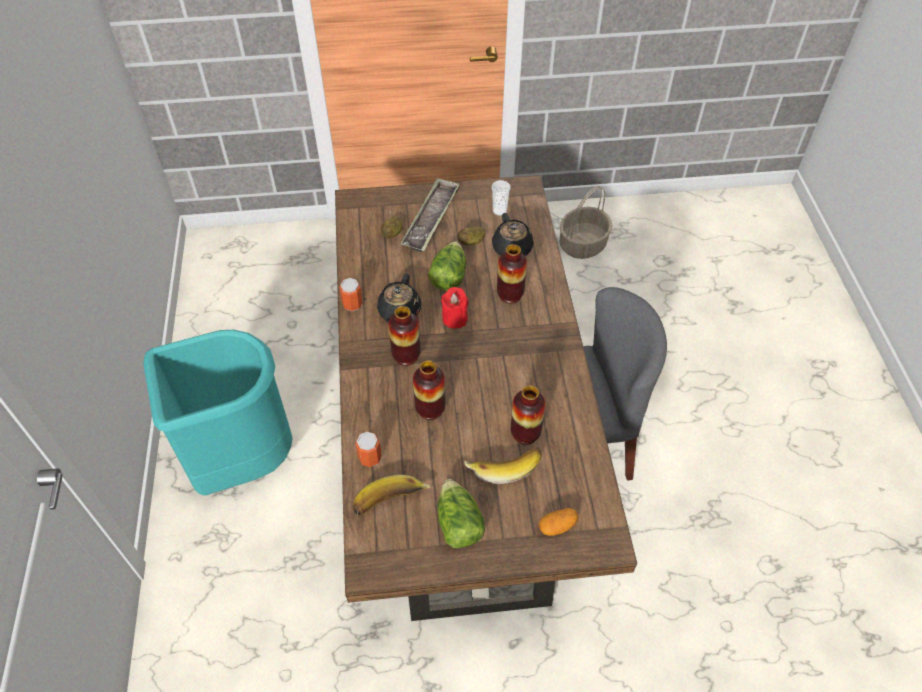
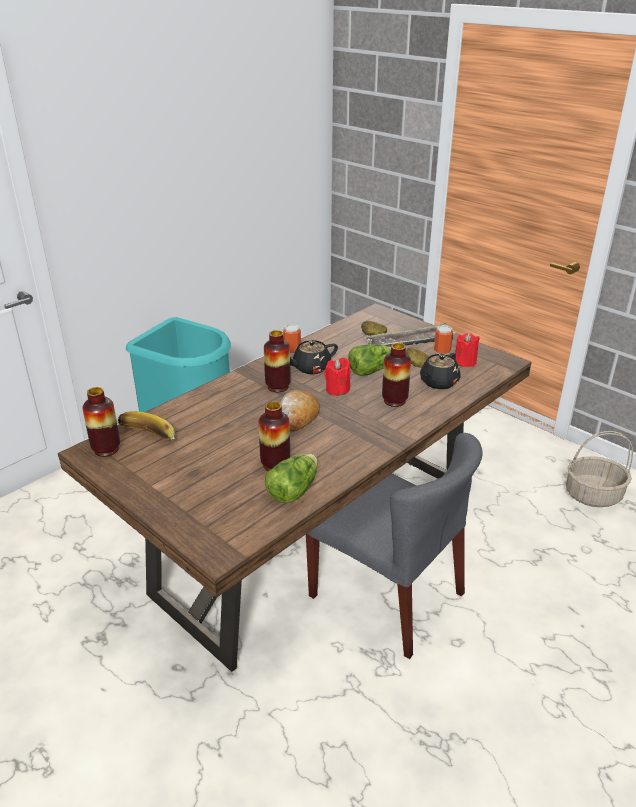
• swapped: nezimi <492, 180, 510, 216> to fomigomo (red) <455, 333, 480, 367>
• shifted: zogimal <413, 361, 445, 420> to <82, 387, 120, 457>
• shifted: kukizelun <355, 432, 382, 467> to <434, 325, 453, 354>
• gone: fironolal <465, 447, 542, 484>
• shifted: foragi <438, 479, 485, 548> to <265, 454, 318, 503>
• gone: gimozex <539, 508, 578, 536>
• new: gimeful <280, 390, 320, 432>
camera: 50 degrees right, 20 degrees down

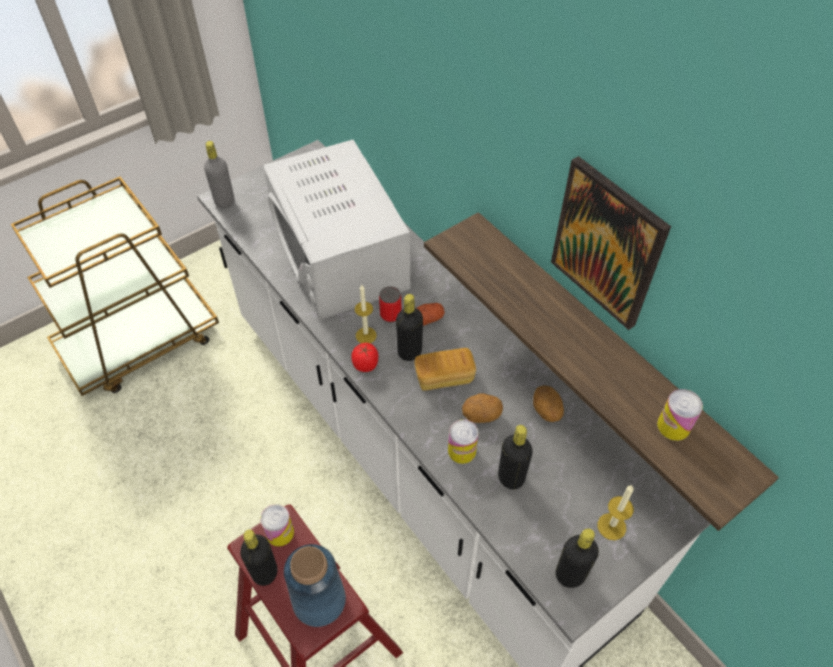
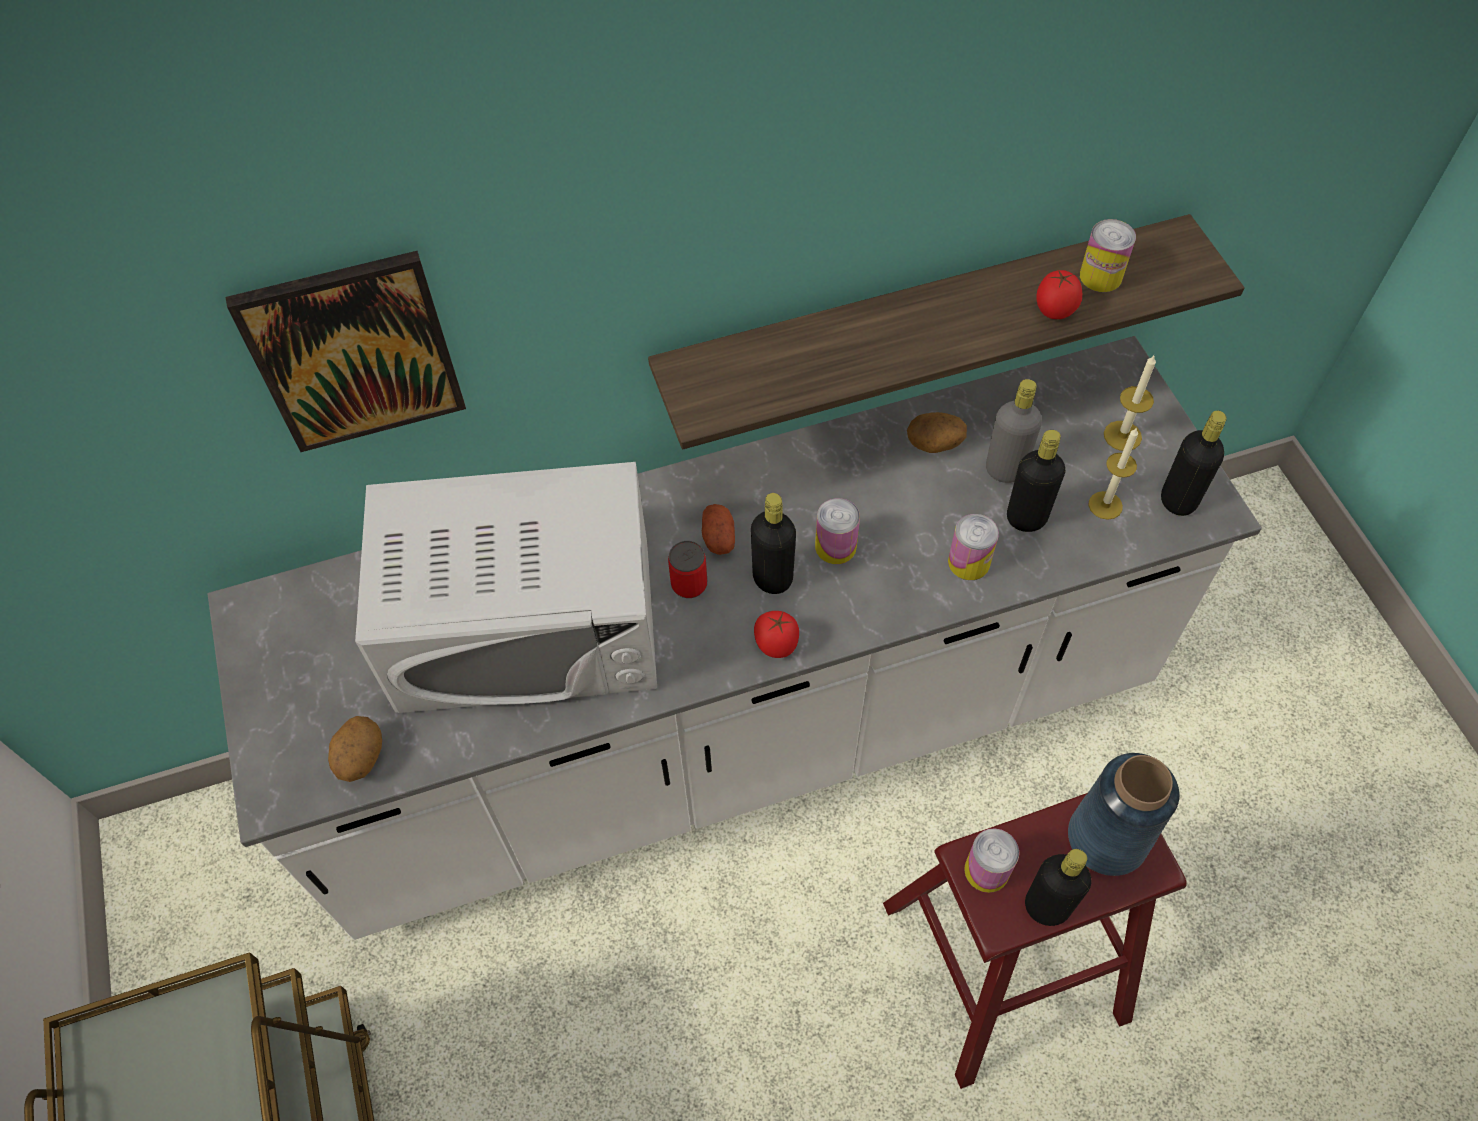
• shifted: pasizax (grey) <204, 141, 234, 208> to <986, 379, 1042, 483>
• shifted: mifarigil <551, 156, 671, 330> to <226, 251, 466, 452>
• shifted: fomigomo <355, 285, 377, 343> to <1088, 427, 1138, 520>
• swapped: gimeful <415, 348, 476, 391> to kukizelun <815, 498, 860, 564>
• shifted: gimozex <462, 393, 503, 423> to <328, 716, 382, 782>
• new: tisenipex <1036, 270, 1082, 319>
camera: 70 degrees left, 5 degrees up

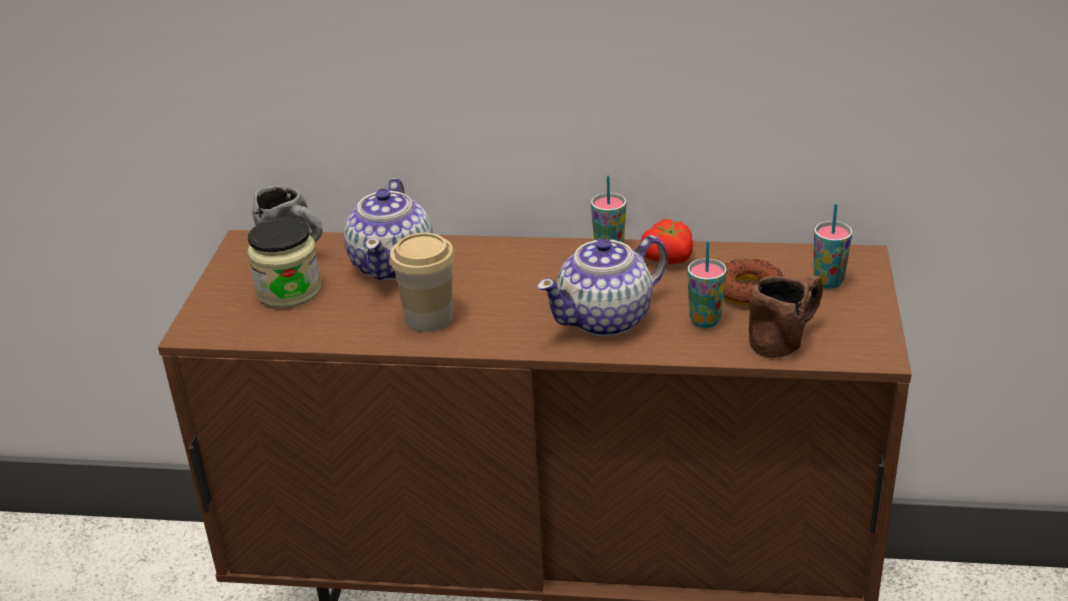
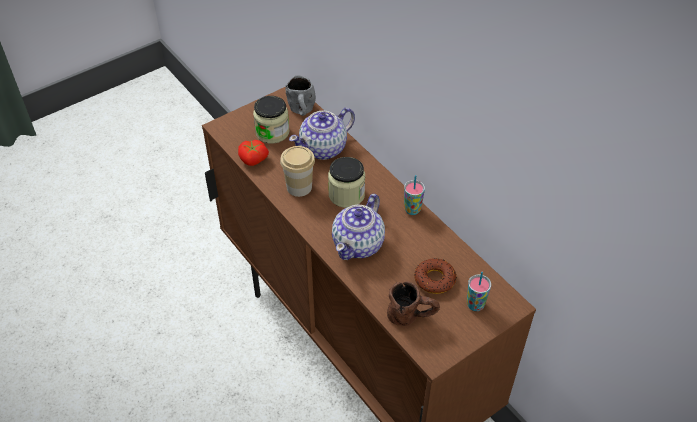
• shifted: tisenipex <641, 219, 693, 264> to <238, 140, 269, 166>
• rotated: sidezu <537, 235, 668, 337> = <332, 194, 385, 260> 75 degrees counterclockwise
• gone: nezimi <687, 241, 727, 328>
• new: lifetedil <328, 157, 365, 208>
camera: 45 degrees right, 15 degrees up

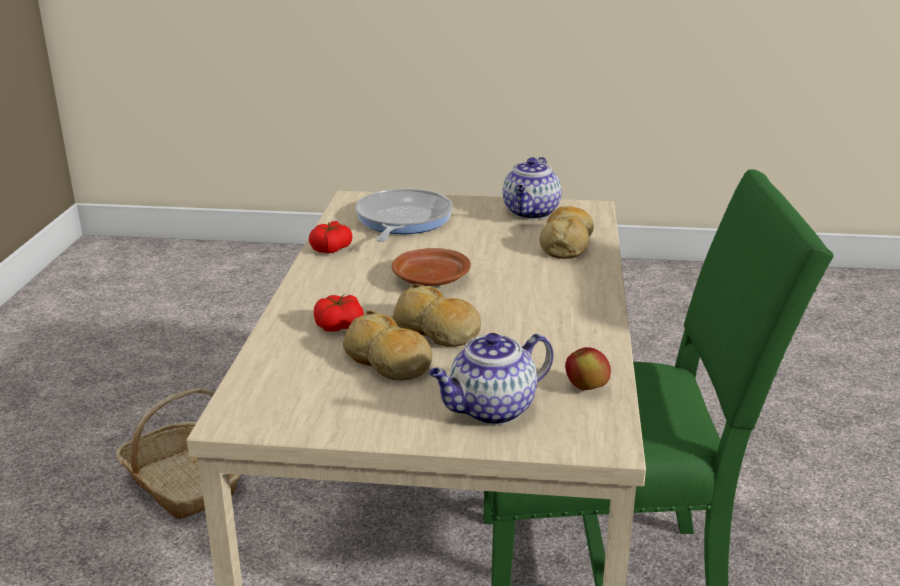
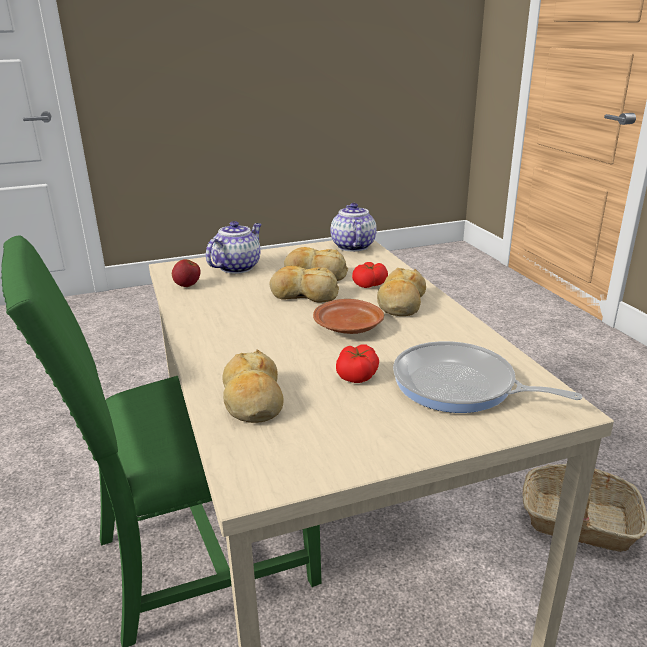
• shifted: sidezu <503, 157, 561, 219> to <330, 203, 377, 251>
• rotated: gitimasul <355, 188, 453, 242> = <393, 341, 583, 413> 135 degrees clockwise
• shifted: tisenipex <309, 221, 352, 254> to <336, 345, 379, 383>
• new: gimeful <377, 268, 426, 316>
camera: 155 degrees right, 0 degrees up

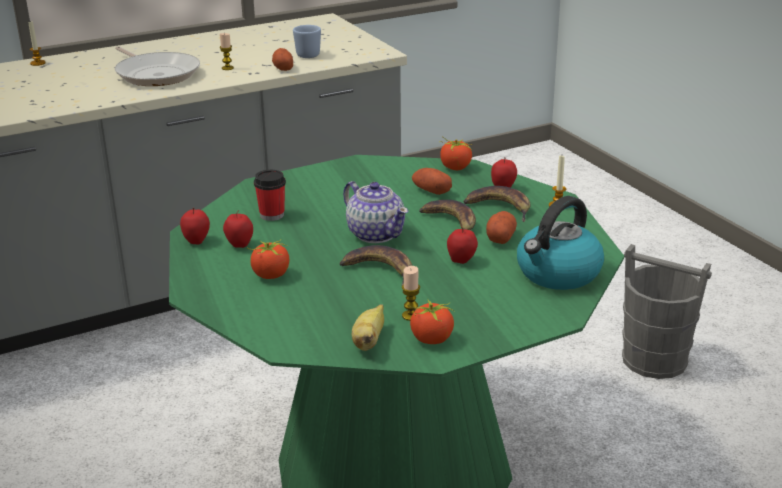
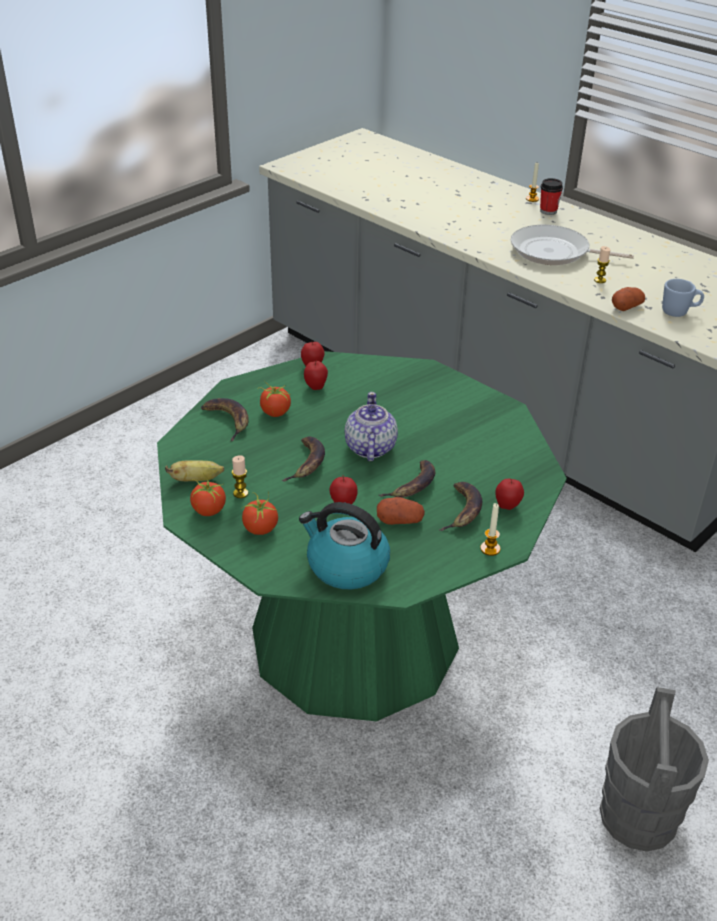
• rotated: gitimasul <115, 46, 200, 86> = <511, 225, 634, 265> 75 degrees clockwise
• shifted: tisenipex <439, 136, 473, 170> to <241, 493, 278, 535>
• gone: gimozex <412, 168, 452, 195>
• shifted: nezimi <254, 170, 286, 221> to <540, 178, 563, 215>
• rotated: sidezu <343, 181, 408, 243> = <345, 392, 398, 462> 150 degrees clockwise
• new: fironolal <201, 398, 249, 441>
camera: 70 degrees right, 10 degrees up

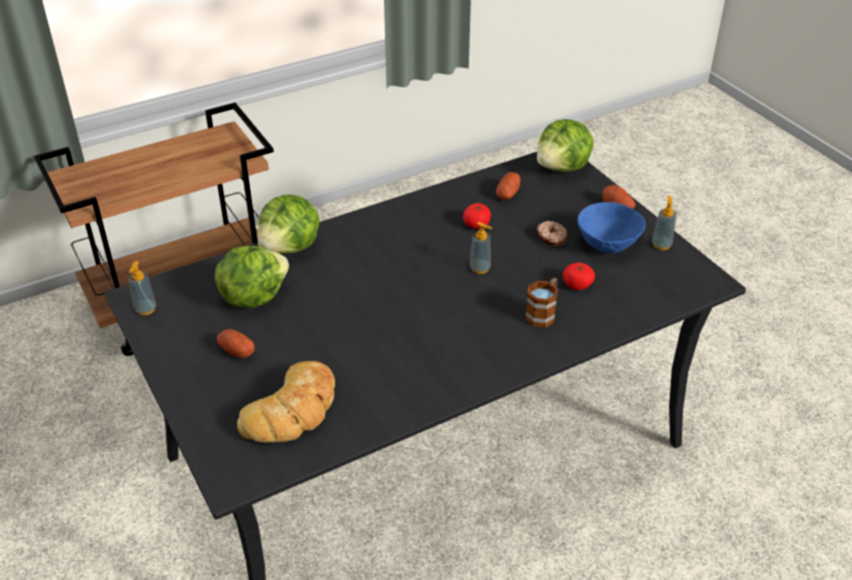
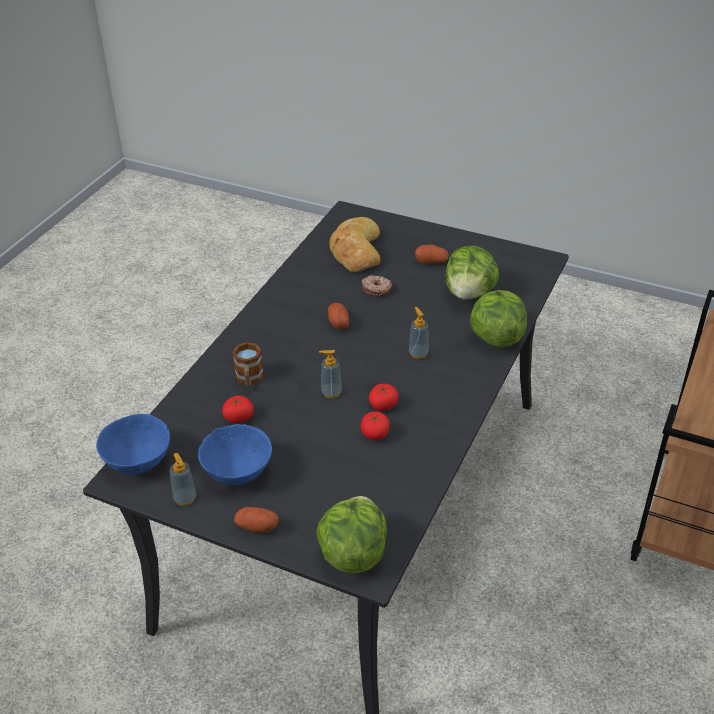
• shifted: gimozex <496, 172, 520, 200> to <328, 303, 349, 329>
• shifted: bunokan <536, 221, 567, 246> to <362, 275, 392, 296>
• shifted: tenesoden <128, 261, 156, 315> to <409, 307, 429, 359>
• new: tisenipex <369, 384, 398, 411>
• new: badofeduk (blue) <96, 414, 170, 475>
camera: 145 degrees right, 0 degrees up

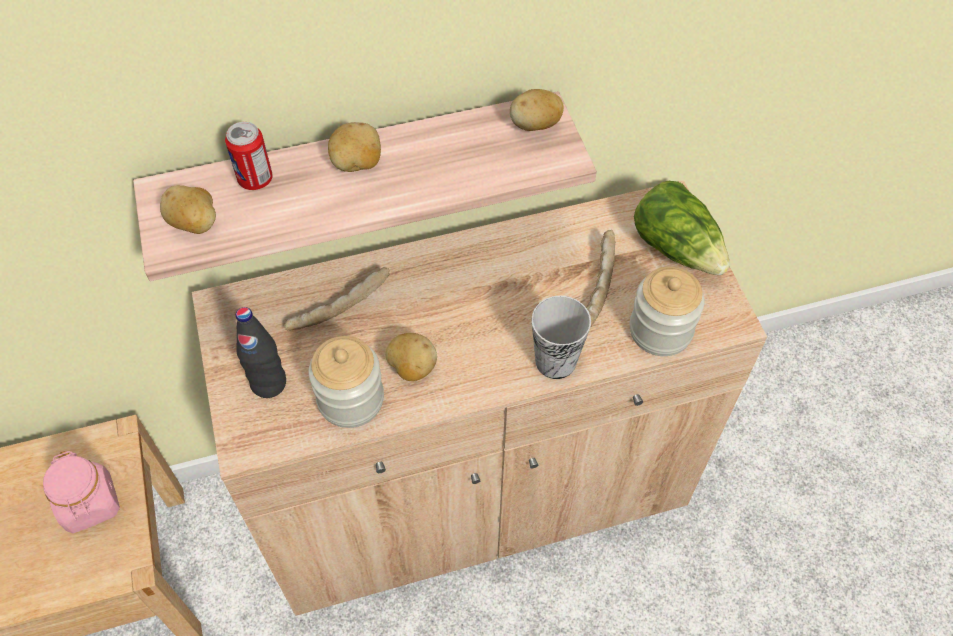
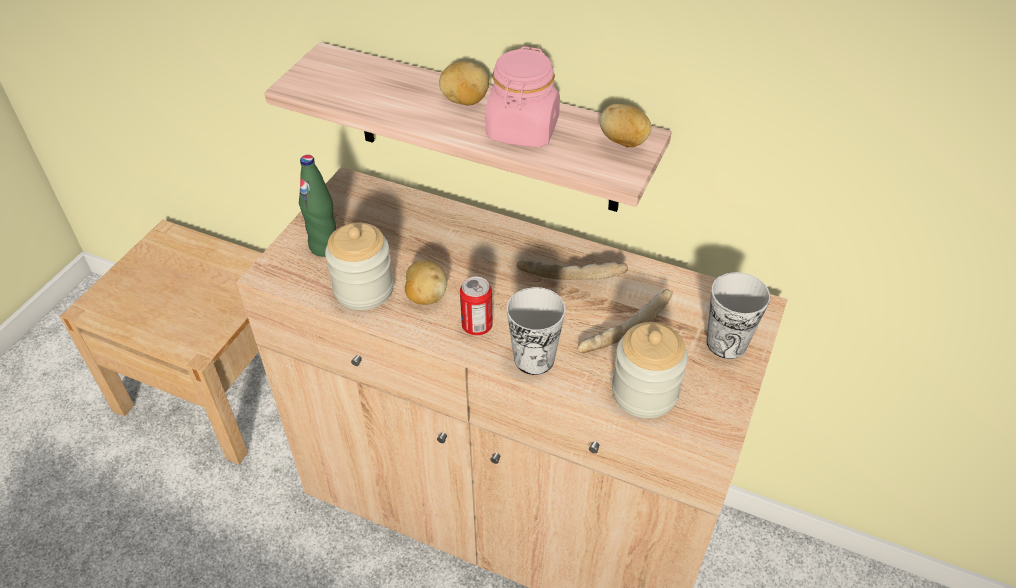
• shifted: kukizelun <225, 122, 273, 190> to <460, 276, 493, 336>
• swapped: foragi <634, 181, 730, 275> to nezimi <707, 272, 770, 359>
• gone: gimozex <160, 185, 216, 234>
• shifted: gimeful <284, 267, 390, 330> to <516, 259, 628, 280>
• repainted: pasizax (black) <236, 307, 286, 398> to pasizax (green) <299, 155, 336, 257>
• shifted: lifetedil (pink) <43, 451, 120, 533> to <485, 46, 560, 148>
camera: 40 degrees right, 10 degrees down

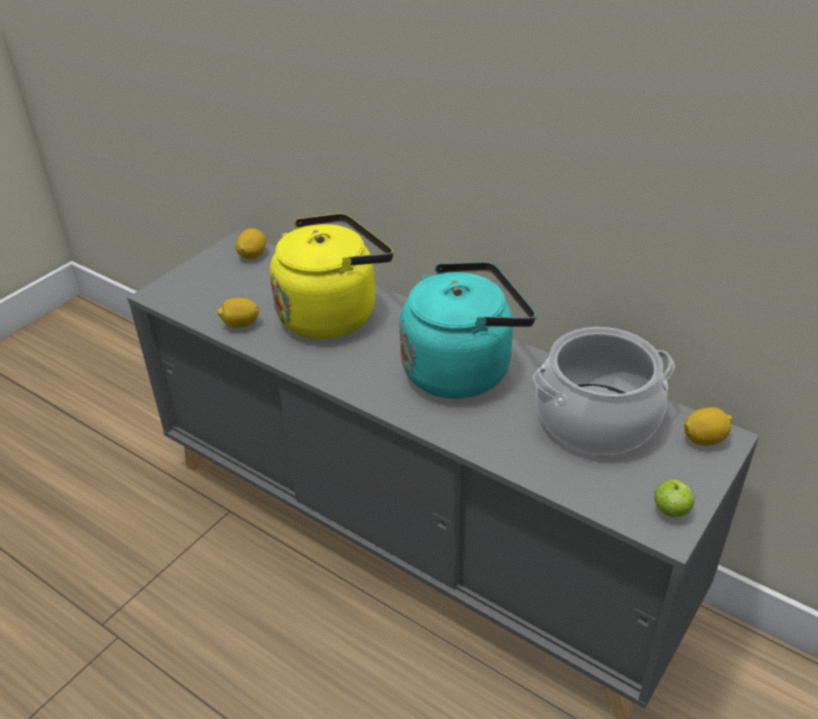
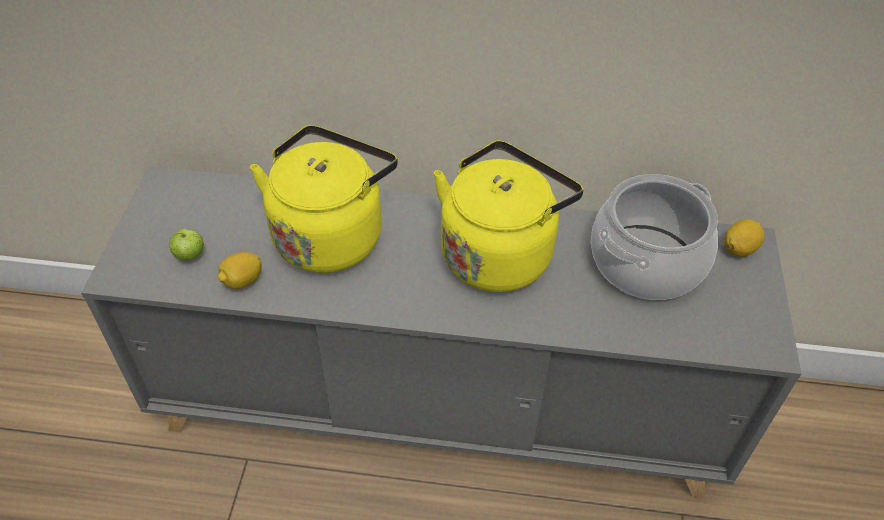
• gone: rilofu <236, 228, 266, 259>
• repainted: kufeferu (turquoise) <400, 262, 536, 399> to kufeferu (yellow) <434, 140, 583, 292>
• shifted: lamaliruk <654, 479, 695, 517> to <169, 229, 204, 261>
camera: 30 degrees left, 10 degrees up

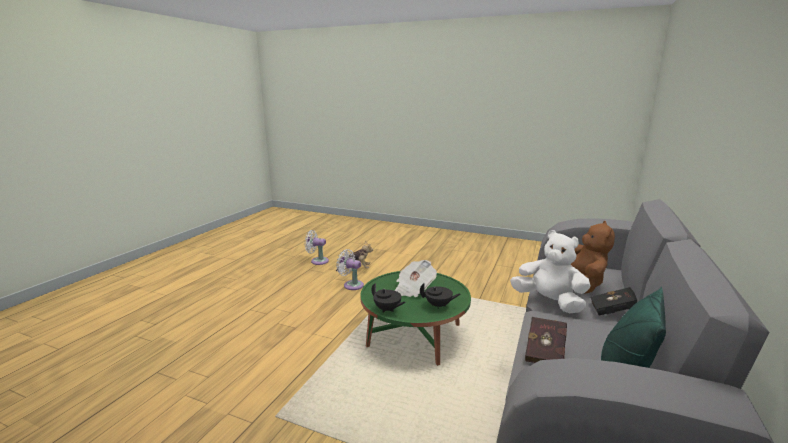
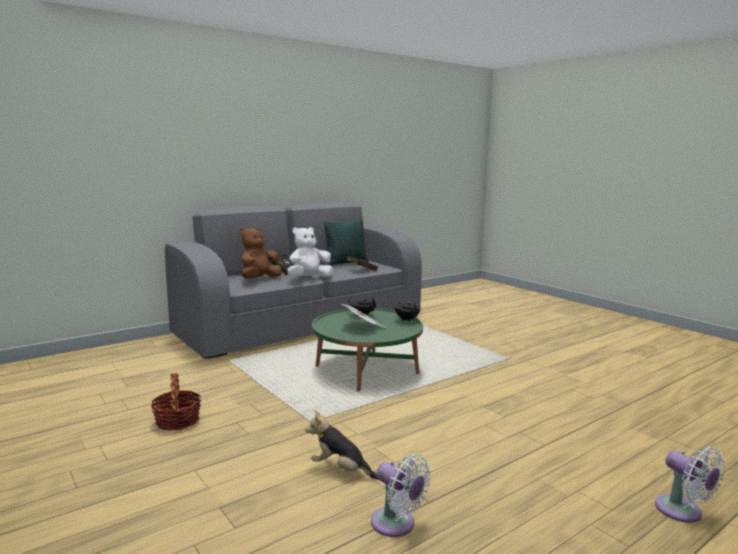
• rotated: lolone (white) <510, 230, 591, 313> = <287, 227, 333, 277> 75 degrees clockwise
• shifted: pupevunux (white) <336, 249, 364, 290> to <655, 447, 725, 523>
• new: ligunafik <151, 373, 201, 431>
camera: 150 degrees left, 5 degrees down

